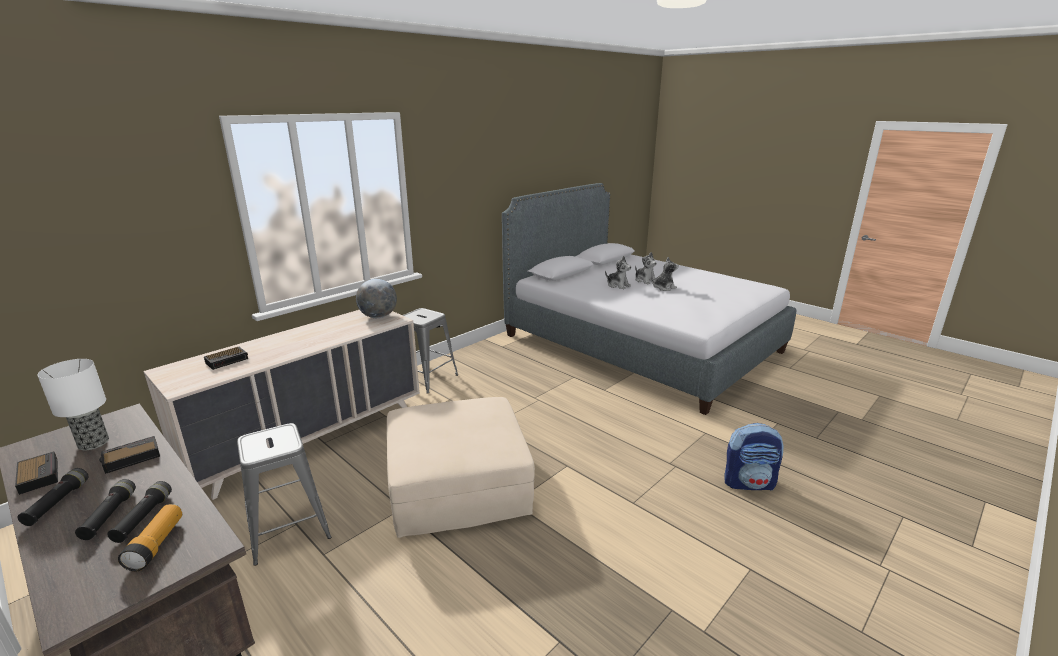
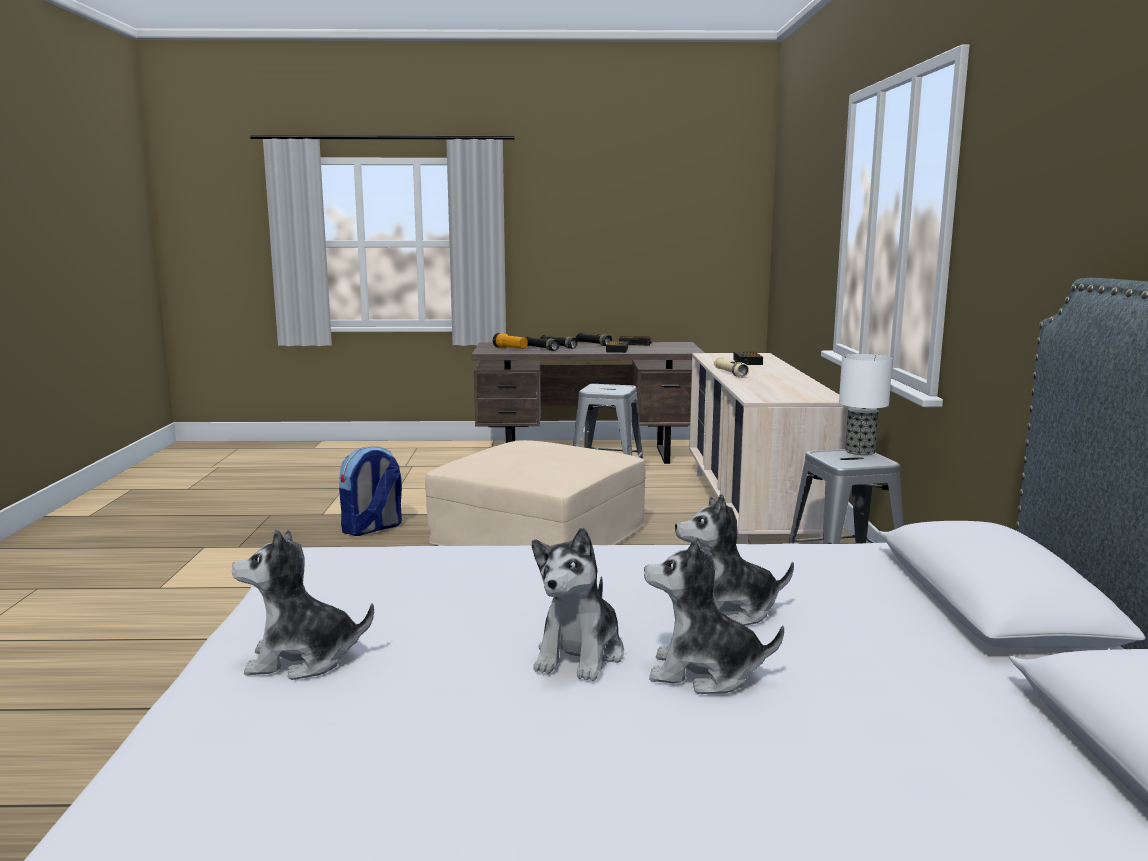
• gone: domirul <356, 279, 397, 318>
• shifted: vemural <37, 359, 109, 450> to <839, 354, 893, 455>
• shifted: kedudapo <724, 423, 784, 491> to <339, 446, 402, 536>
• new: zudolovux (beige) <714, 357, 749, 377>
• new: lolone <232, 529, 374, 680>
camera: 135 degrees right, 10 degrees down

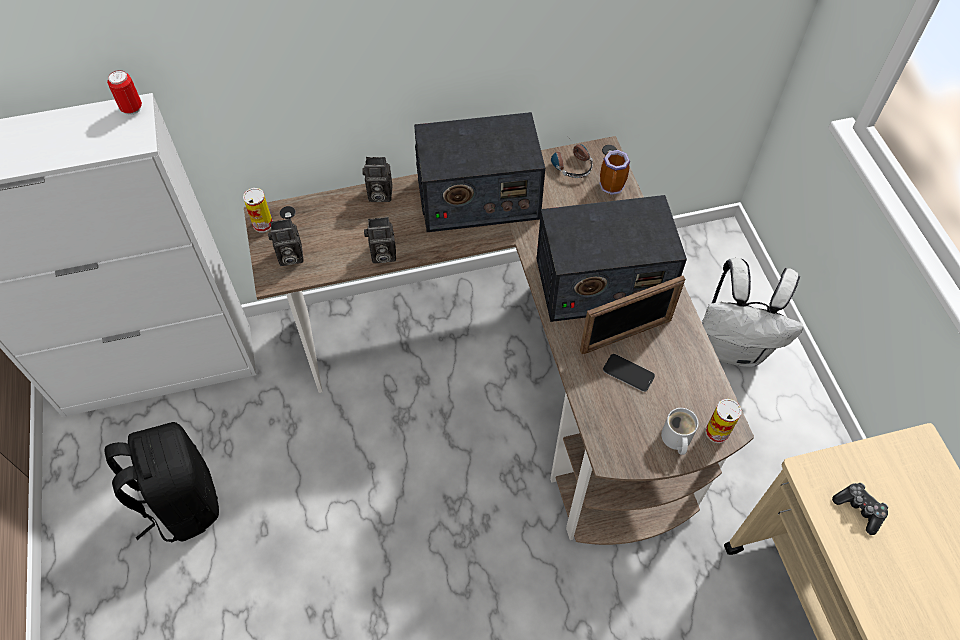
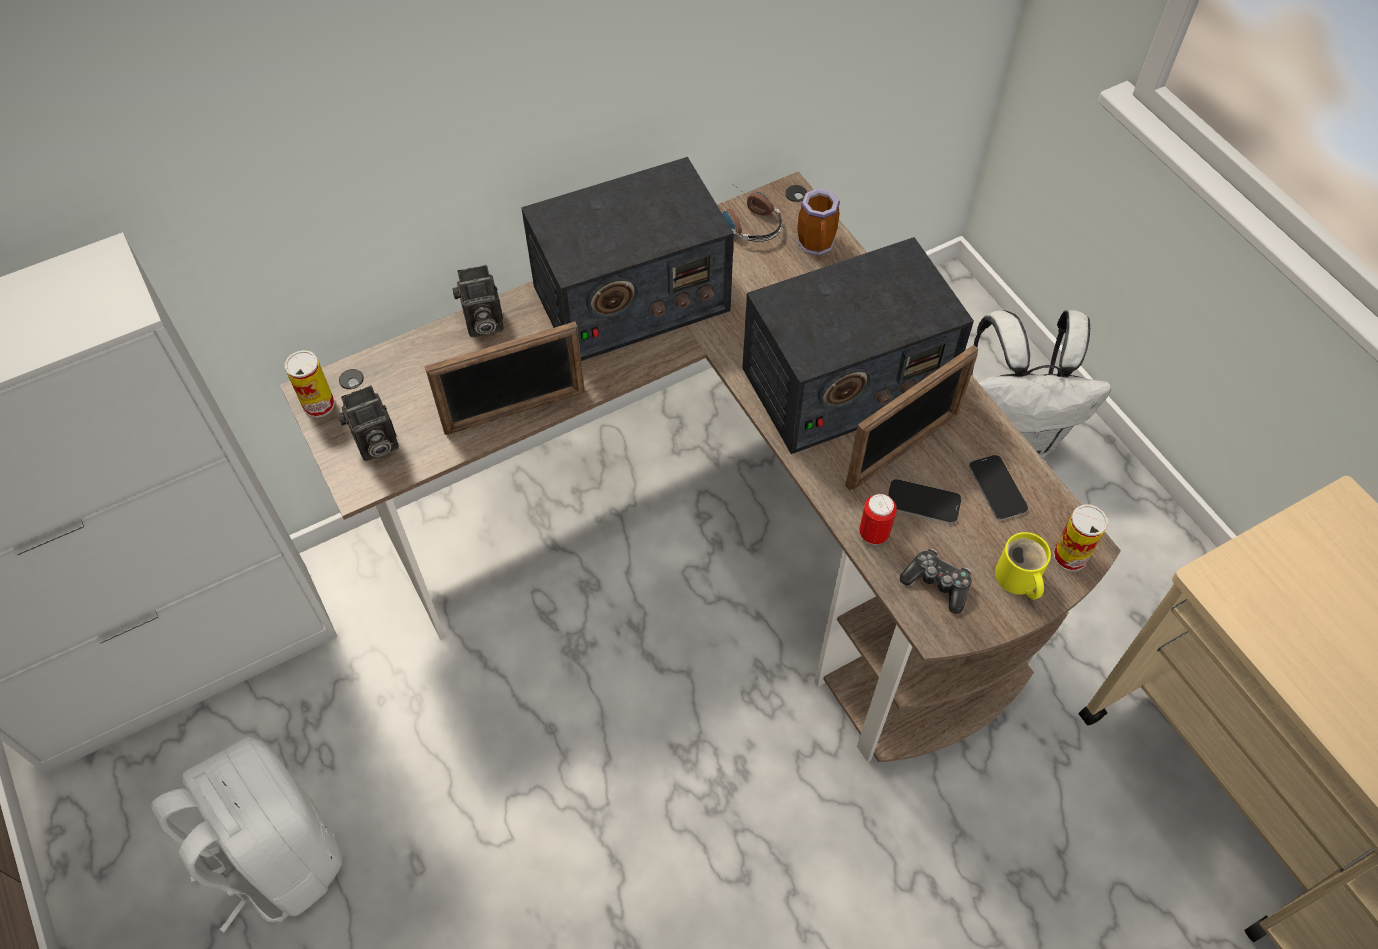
• shifted: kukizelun <107, 70, 142, 115> to <859, 493, 897, 544>
• swapped: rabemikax <364, 217, 396, 263> to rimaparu <425, 322, 585, 435>
• repainted: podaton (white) <661, 408, 698, 455> to podaton (yellow) <995, 532, 1051, 600>
• repainted: kedudapo (black) <105, 422, 219, 543> to kedudapo (white) <151, 737, 342, 932>
• shifted: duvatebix <832, 483, 888, 535> to <900, 549, 972, 614>
• new: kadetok <969, 455, 1028, 520>
camera: 15 degrees left, 0 degrees up

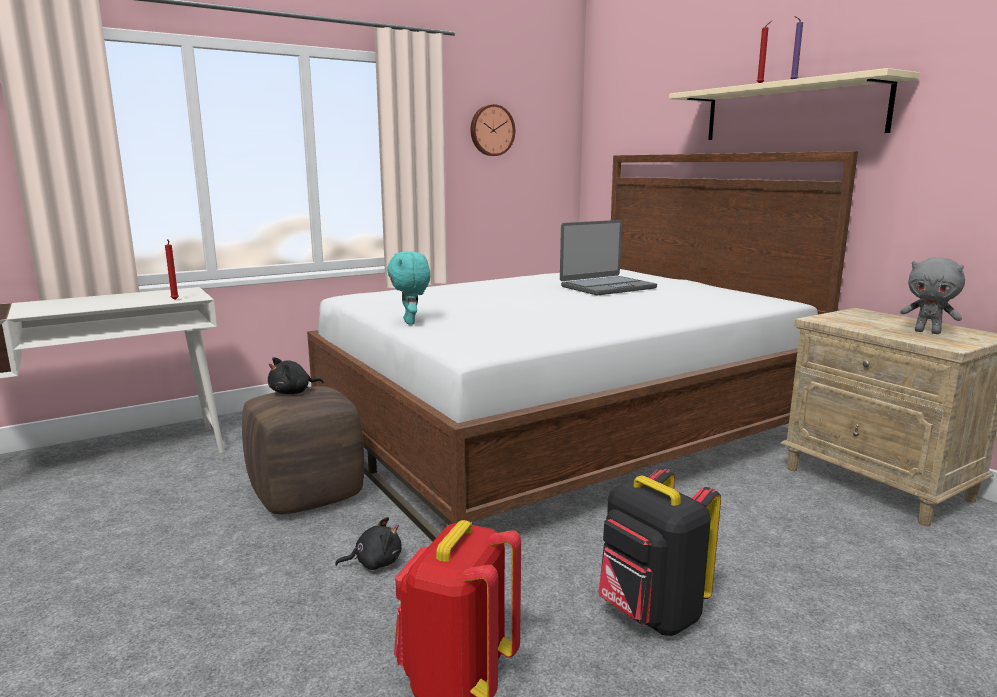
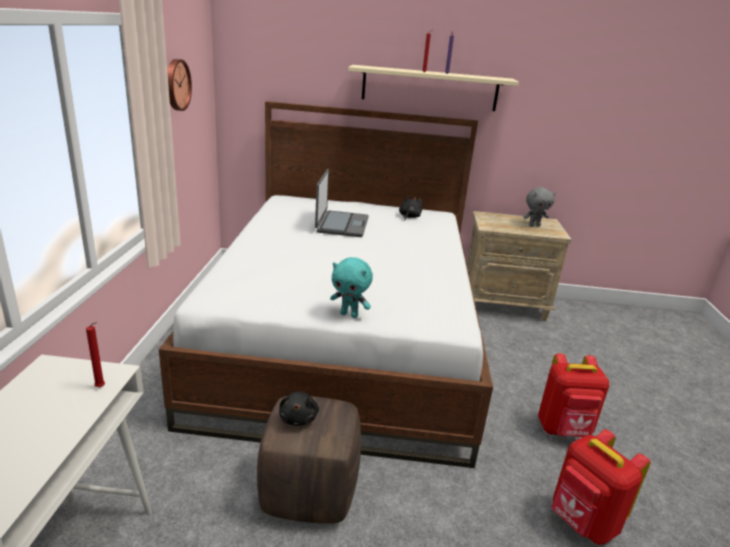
• repainted: kedudapo (black) <598, 468, 721, 636> to kedudapo (red) <538, 353, 609, 437>
• shifted: lolone (black) <335, 517, 402, 570> to <399, 196, 422, 221>
camera: 55 degrees left, 10 degrees up

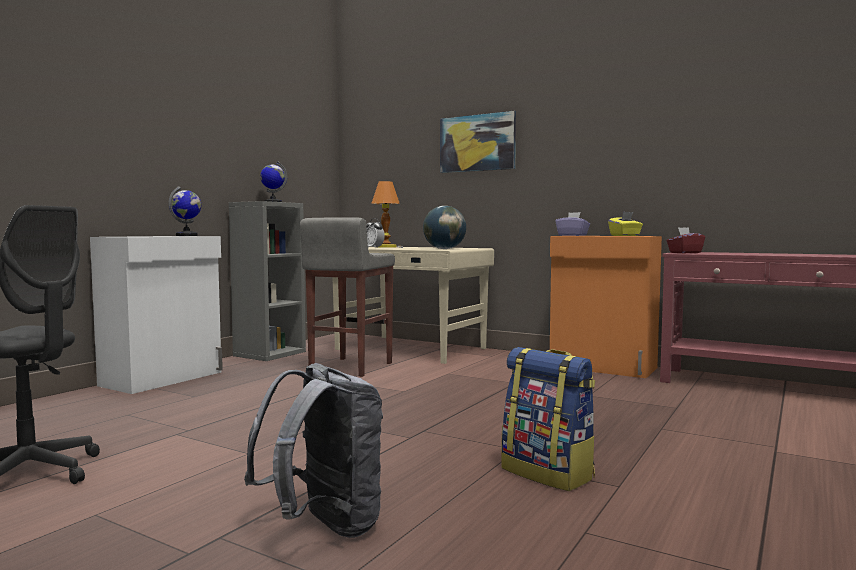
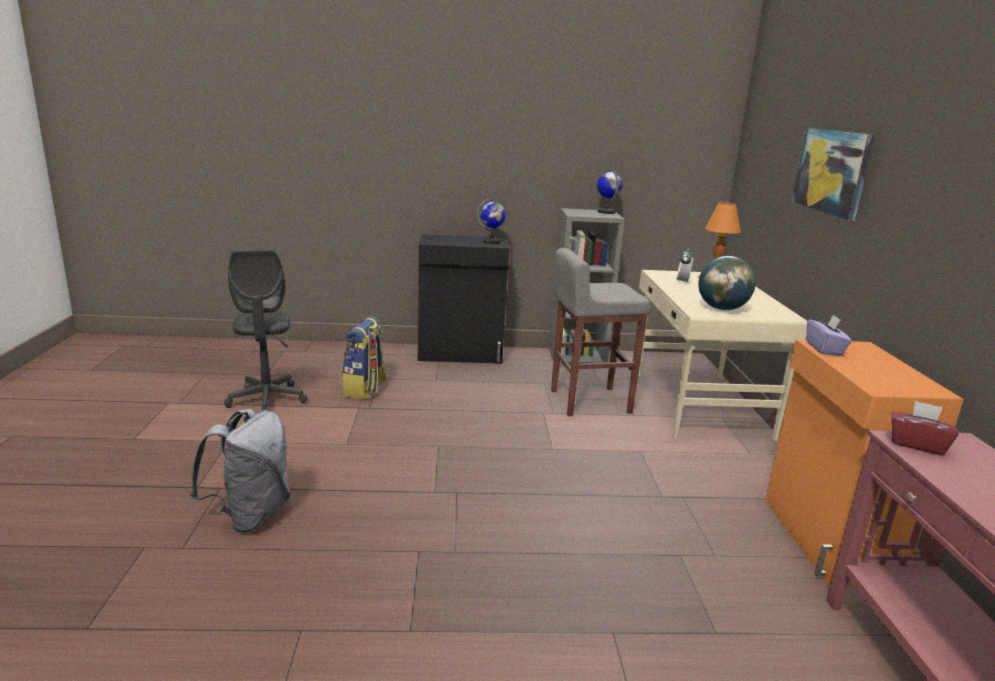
• gone: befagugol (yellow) <608, 212, 643, 236>
• repainted: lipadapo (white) <90, 236, 223, 394> to lipadapo (black) <418, 234, 510, 364>
• shifted: kedudapo <501, 347, 595, 491> to <342, 316, 387, 400>
camera: 55 degrees right, 15 degrees up

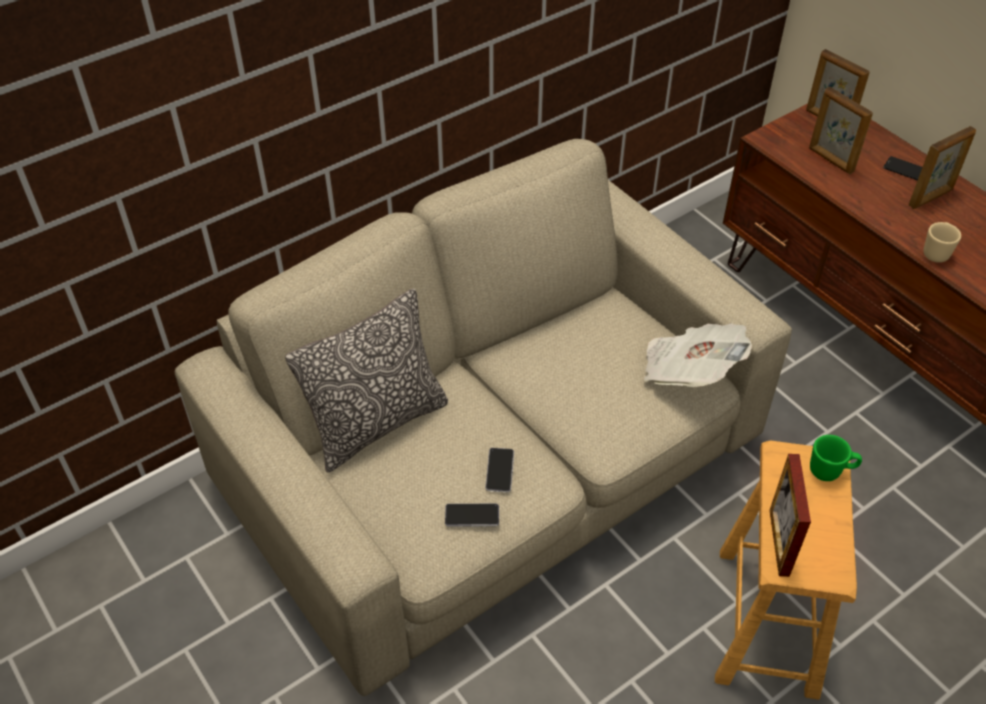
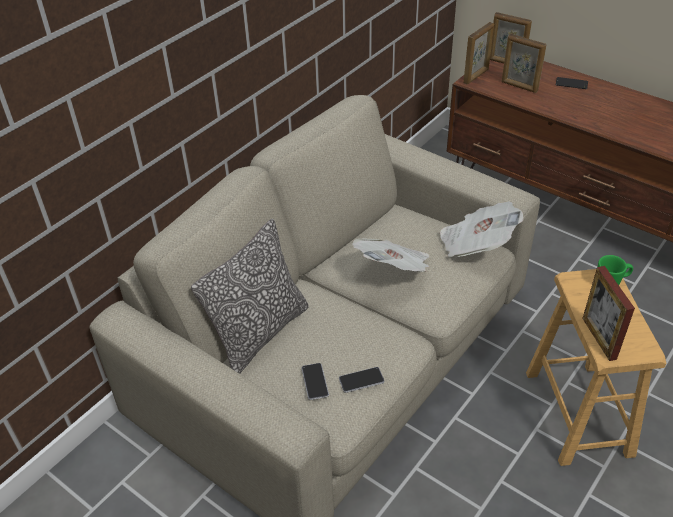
• shifted: rimaparu <909, 126, 976, 209> to <463, 22, 494, 84>
• gone: podaton (beige) <923, 222, 961, 263>
• shifted: kadetok <485, 448, 514, 493> to <301, 363, 329, 400>
• new: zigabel <353, 239, 430, 272>
camera: 15 degrees left, 5 degrees down

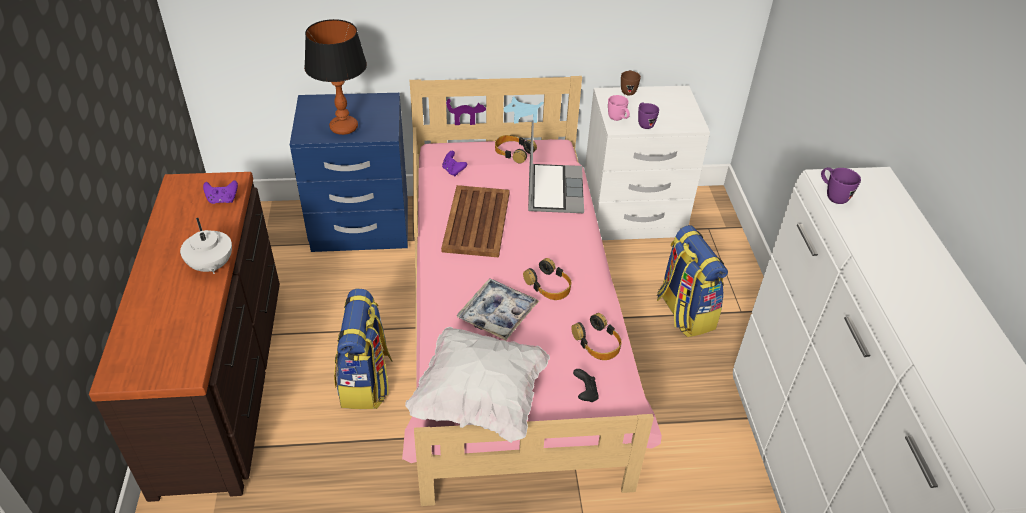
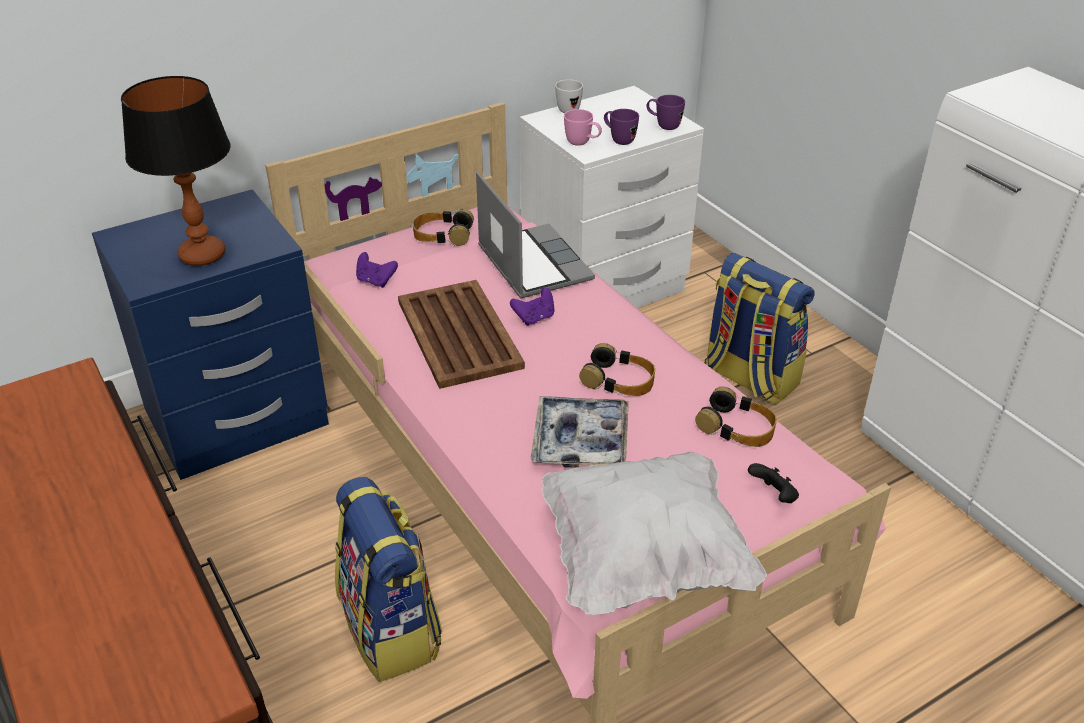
• repainted: podaton (brown) <621, 70, 641, 95> to podaton (white) <555, 80, 583, 113>
• shifted: podaton (purple) <821, 167, 861, 204> to <646, 95, 685, 130>
• shifted: duvatebix (purple) <203, 180, 238, 204> to <510, 287, 554, 326>
• gone: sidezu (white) <180, 218, 232, 274>
camera: 25 degrees left, 5 degrees down

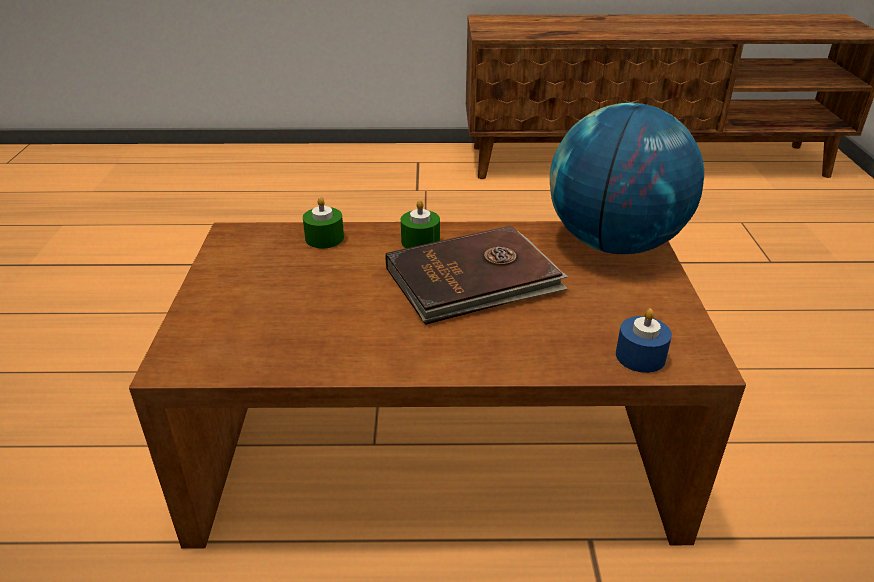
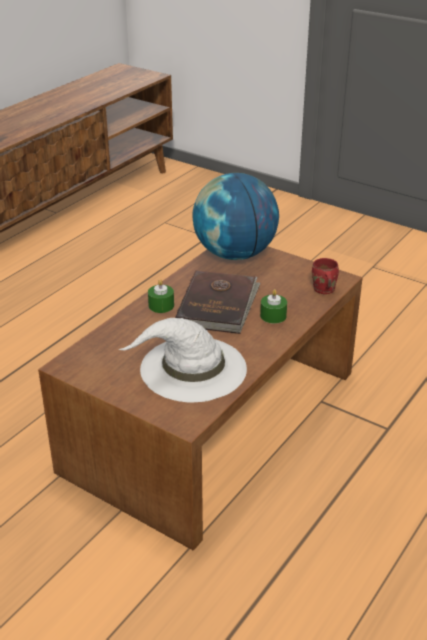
• shifted: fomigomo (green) <303, 197, 344, 248> to <260, 289, 287, 324>
• swapped: fomigomo (blue) <616, 308, 672, 373> to podaton (red) <312, 258, 339, 294>
• new: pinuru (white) <118, 318, 247, 402>
camera: 55 degrees left, 0 degrees up

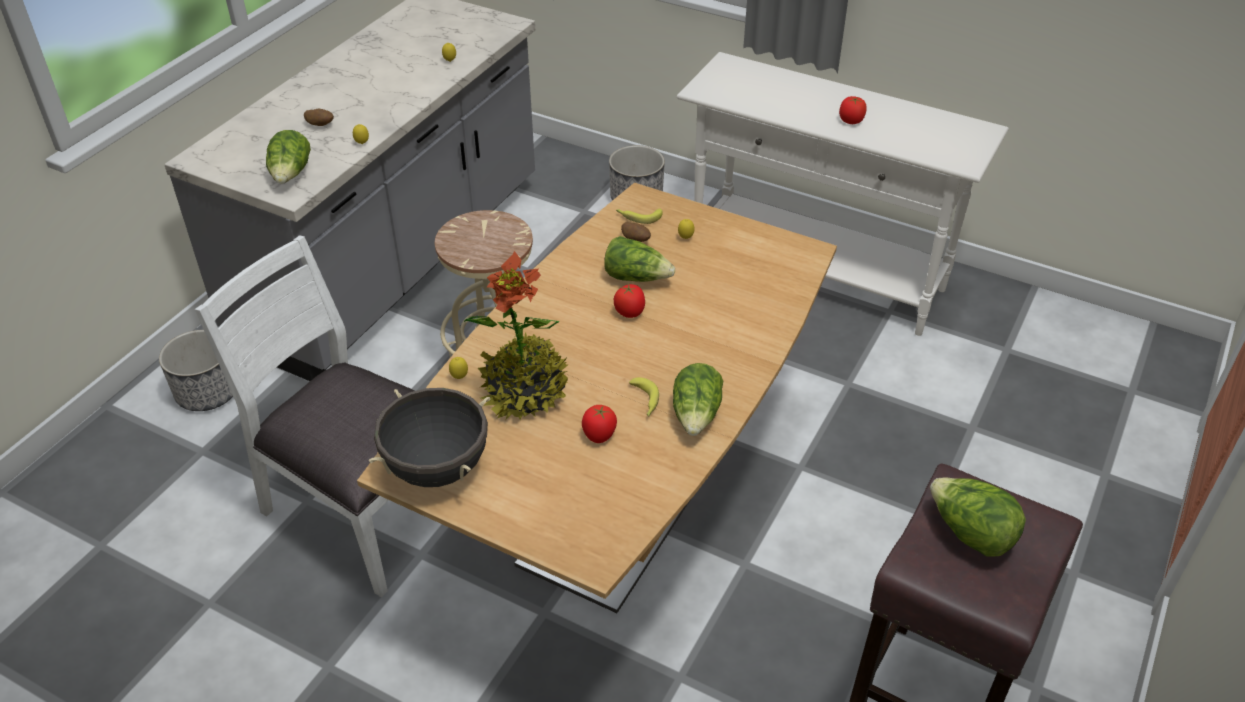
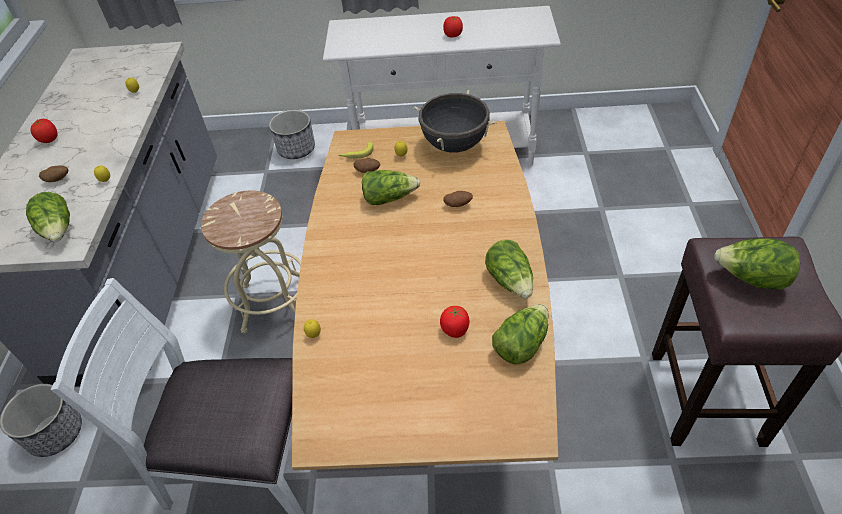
• gone: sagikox <464, 251, 568, 420>
• shifted: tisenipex <614, 284, 645, 318> to <30, 119, 57, 143>
• gone: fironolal <629, 377, 659, 416>
• shifted: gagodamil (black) <368, 388, 490, 487> to <413, 90, 497, 153>
• new: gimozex <443, 191, 473, 207>
• new: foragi <492, 304, 548, 365>
camera: 25 degrees left, 5 degrees up

